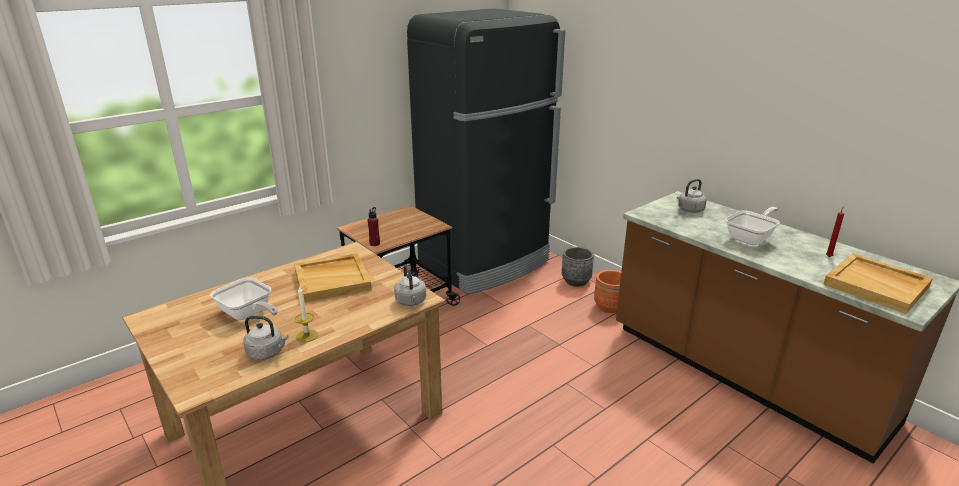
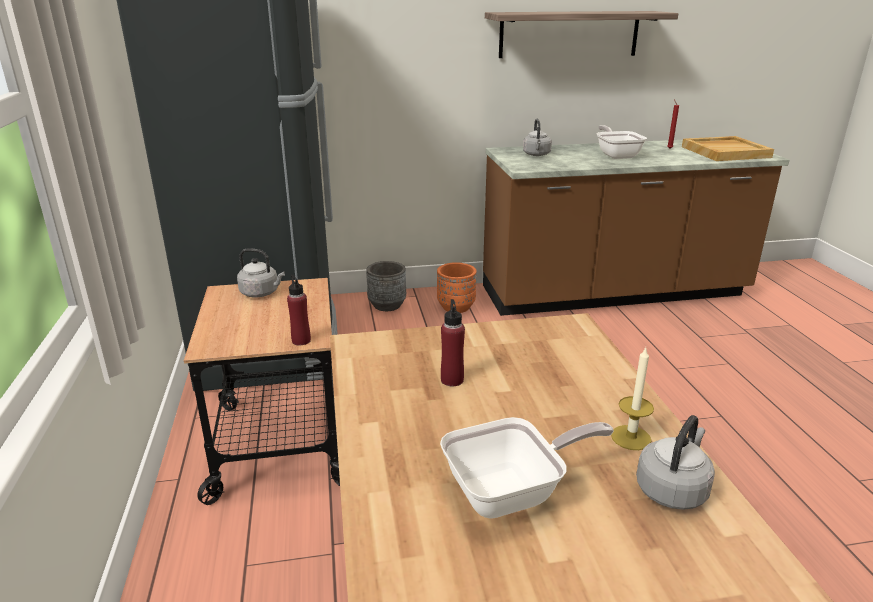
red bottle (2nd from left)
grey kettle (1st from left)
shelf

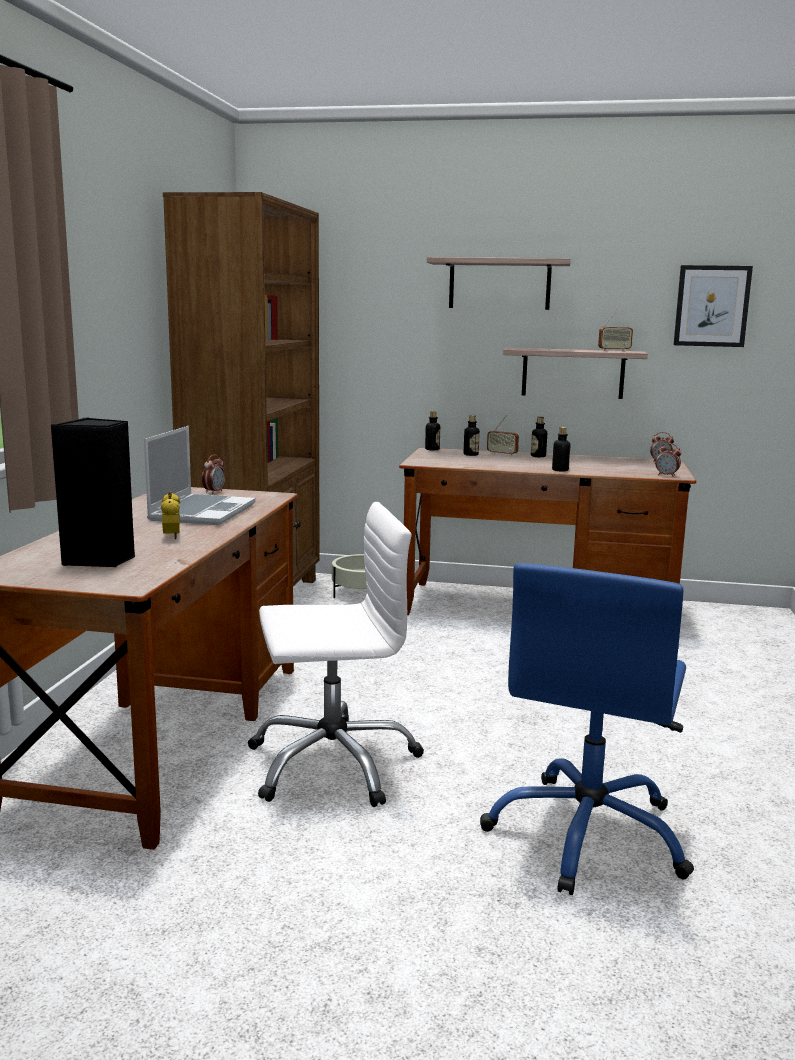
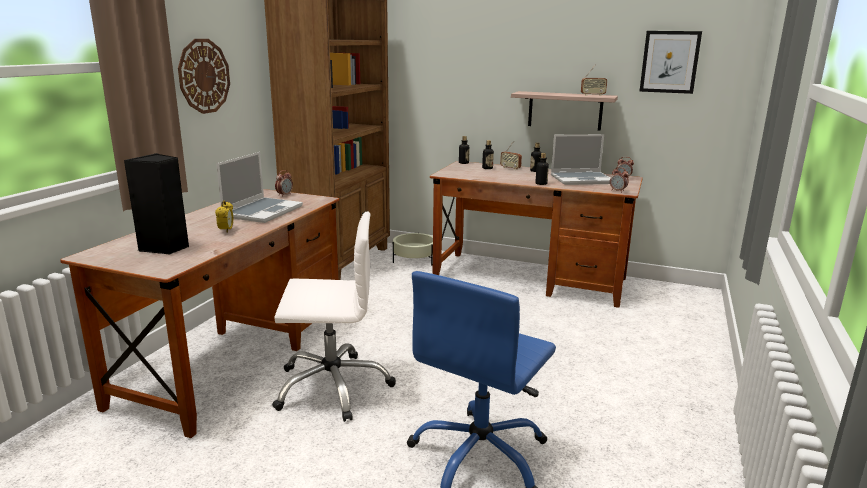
shelf (1st from left in the first image)
wall clock
laptop (2nd from left)

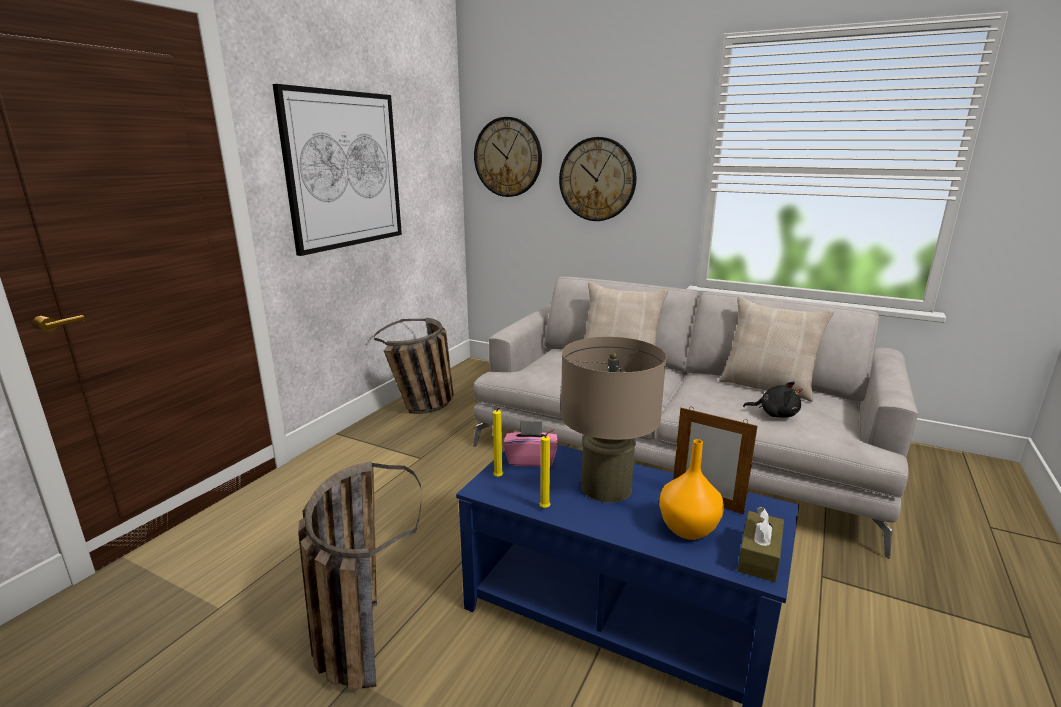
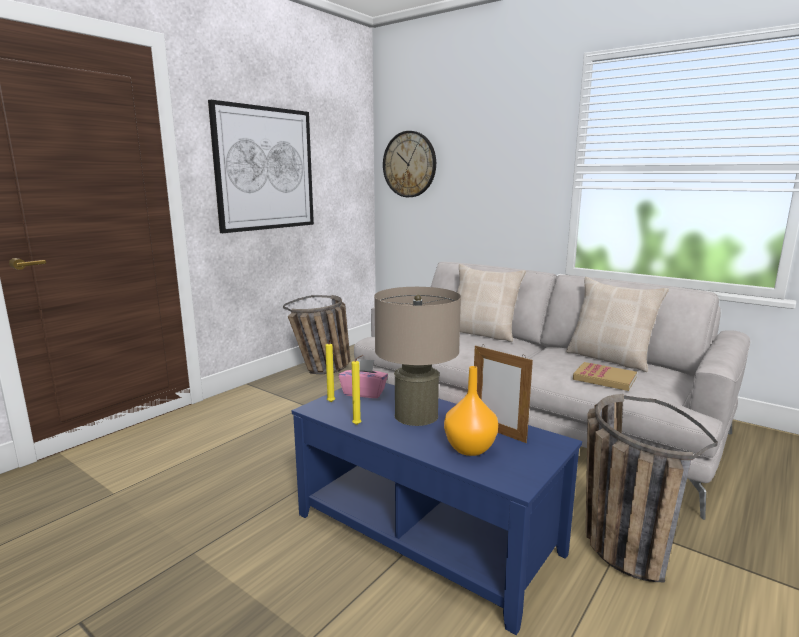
basket (2nd from left)
wall clock (2nd from left in the first image)
brown tissue box
book

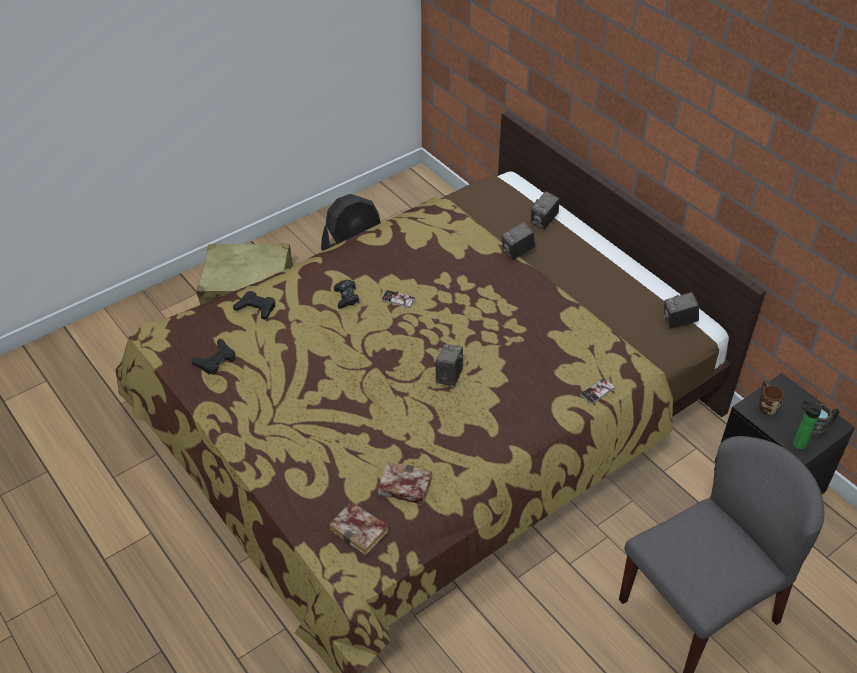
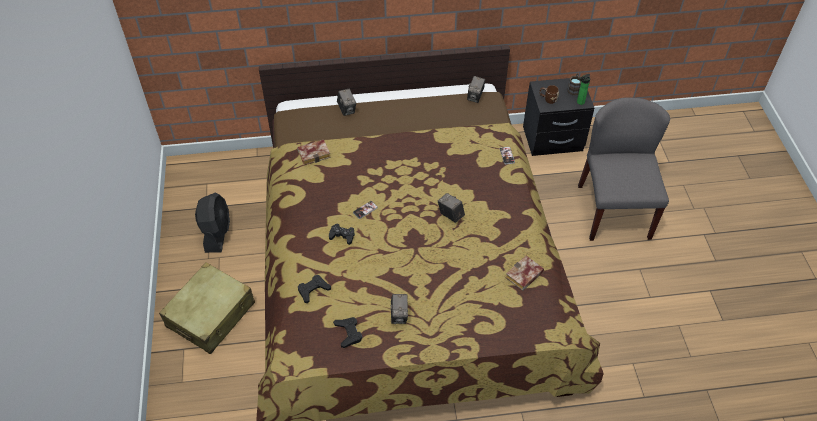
book (1st from left)
photo camera (2nd from left)

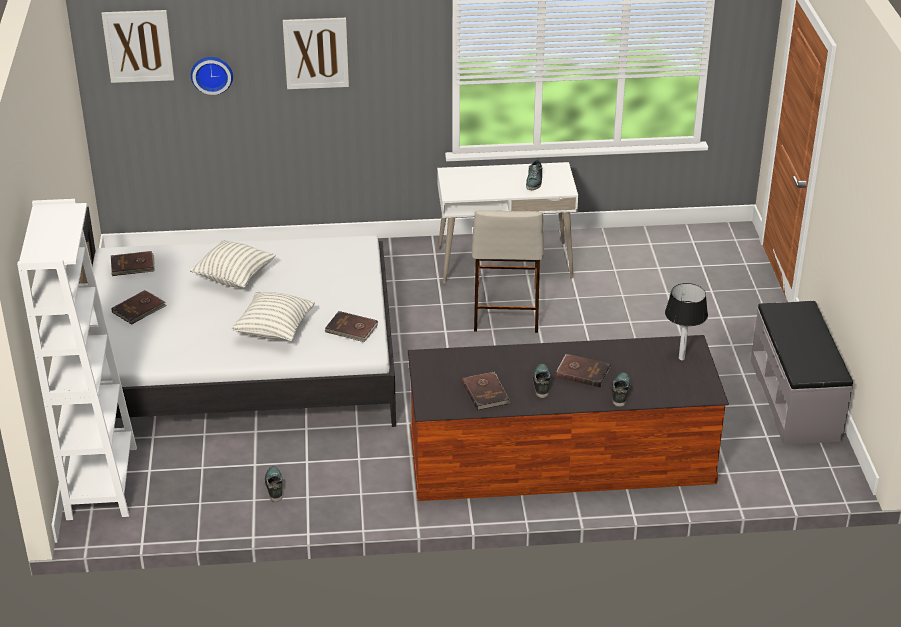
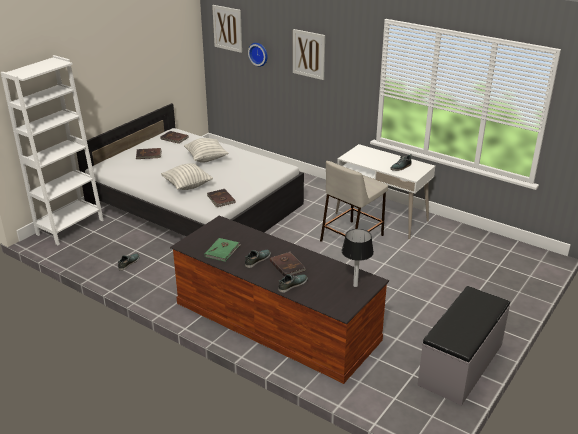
green book

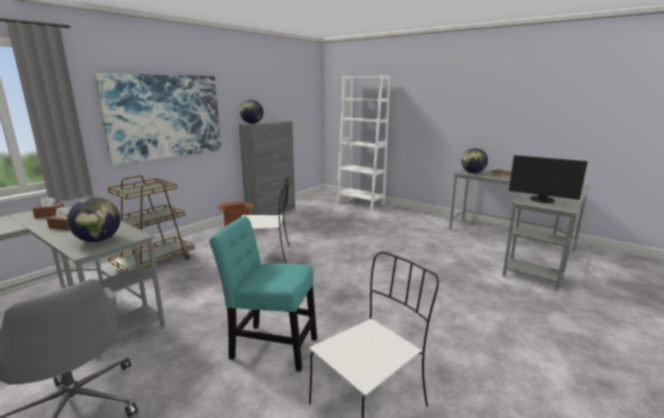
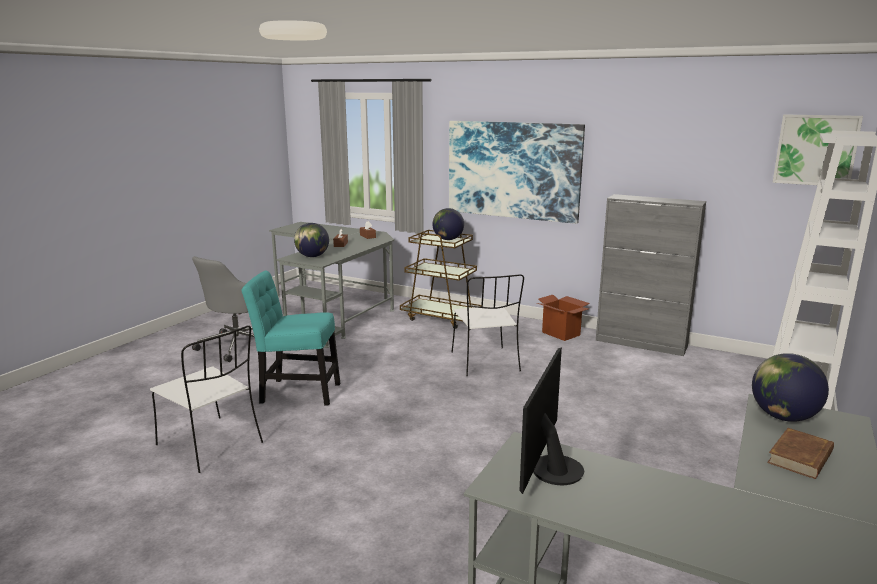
turquoise chair
globe (2nd from left)
picture (2nd from left)

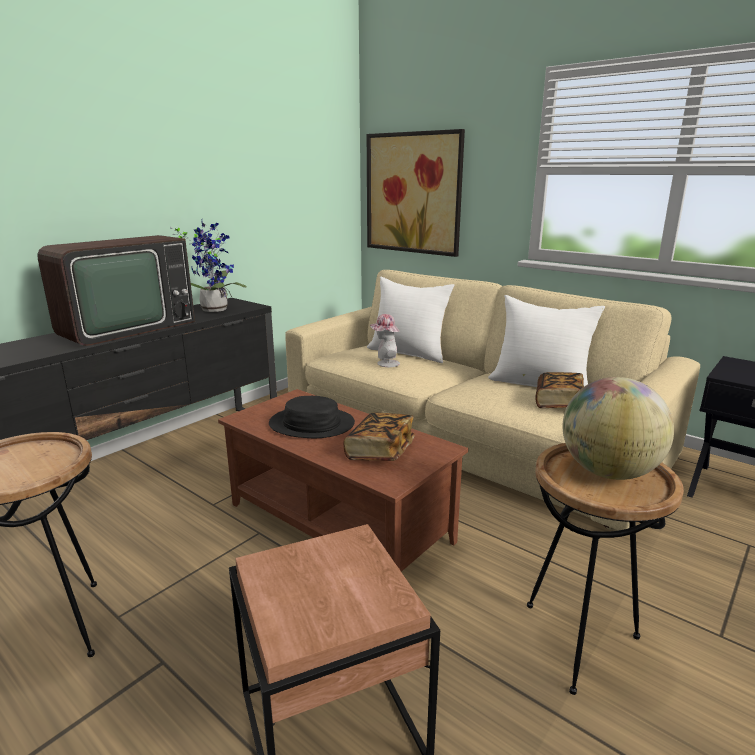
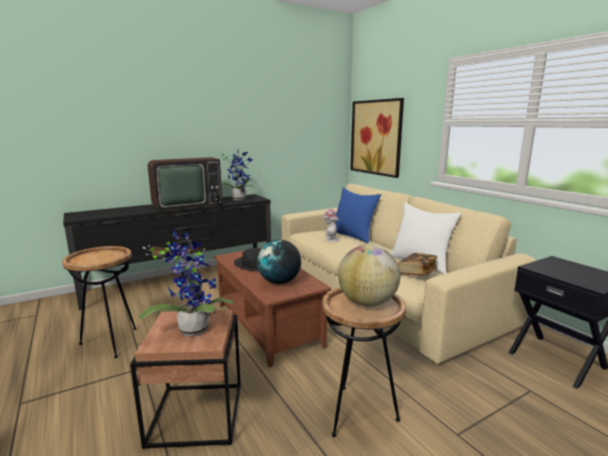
globe (1st from left)
blue pillow
potted plant (1st from left)

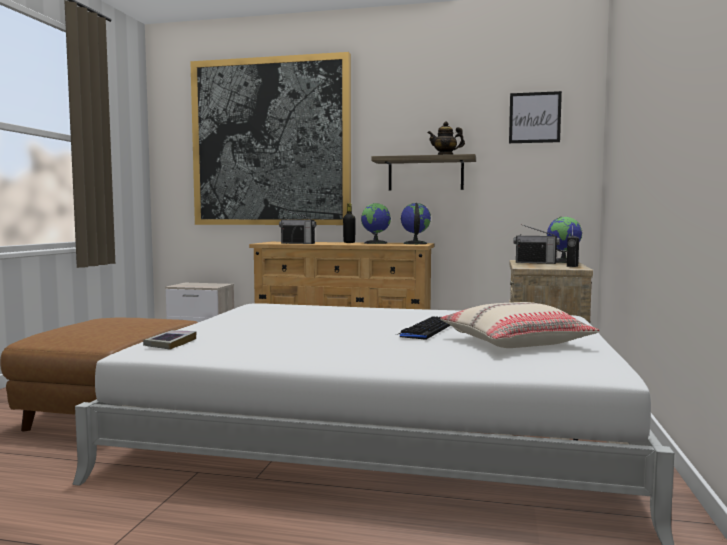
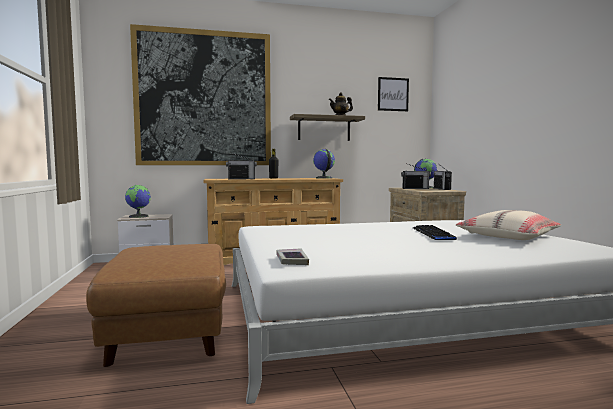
globe (1st from left)

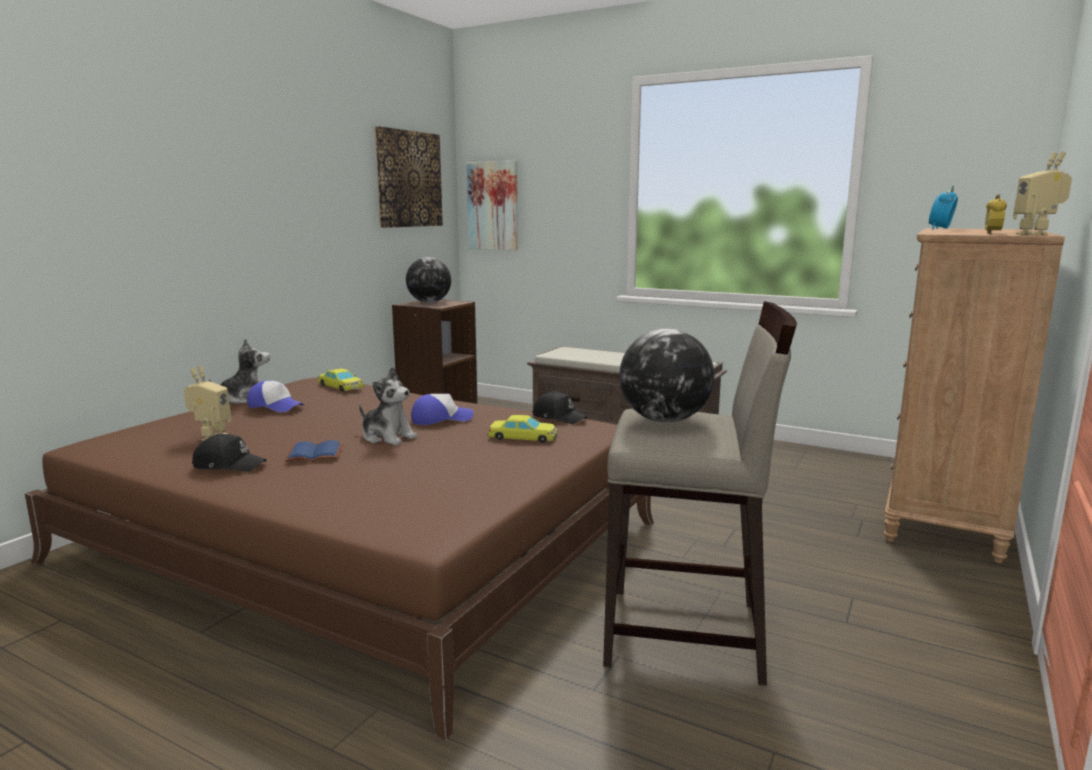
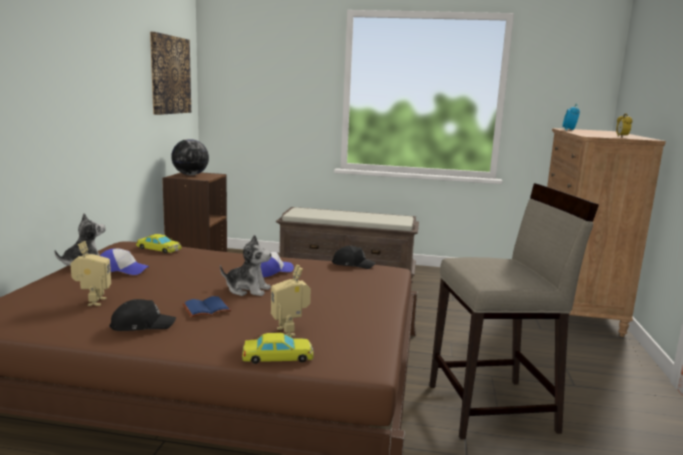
picture (2nd from left in the first image)
yellow toy car (2nd from left)
globe (2nd from left in the first image)
toy robot (2nd from left)

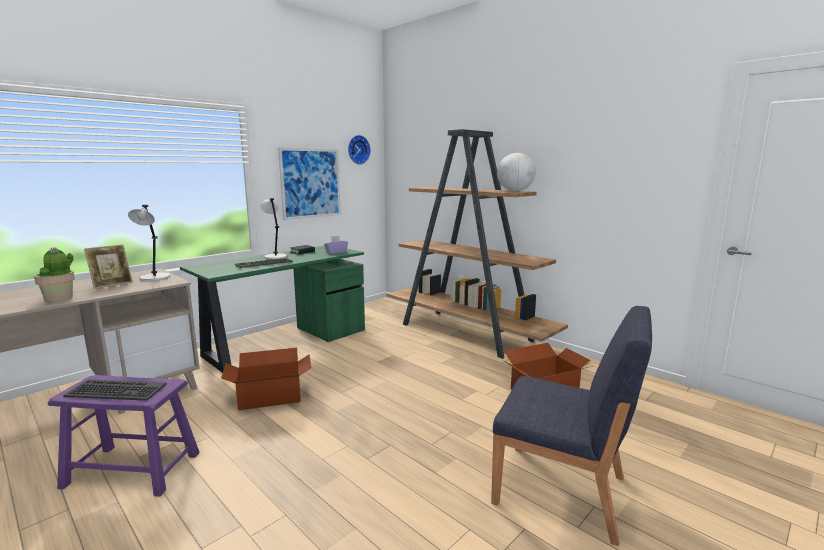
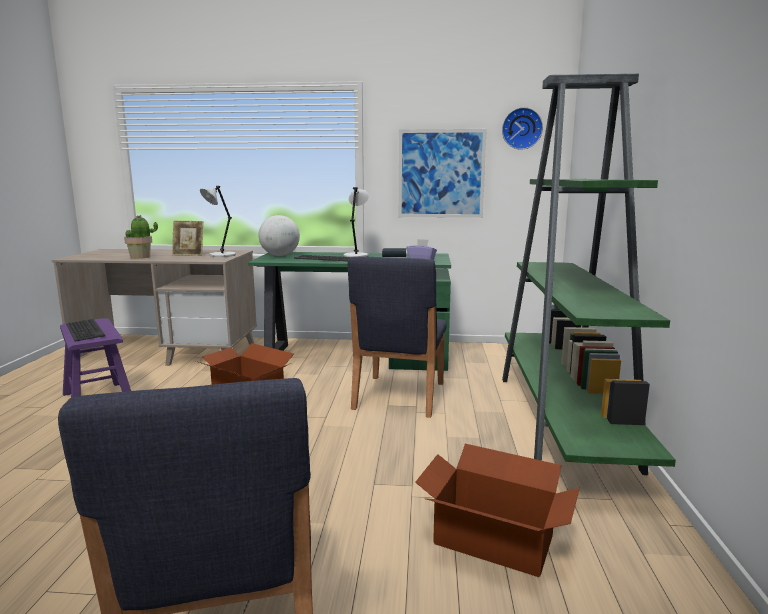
green bookcase
globe
blue chair (2nd from left)

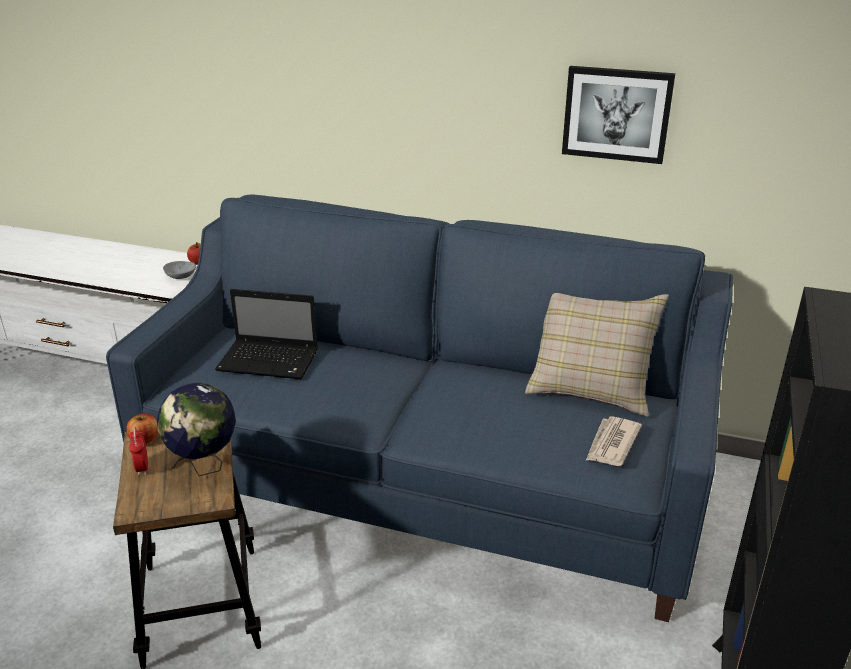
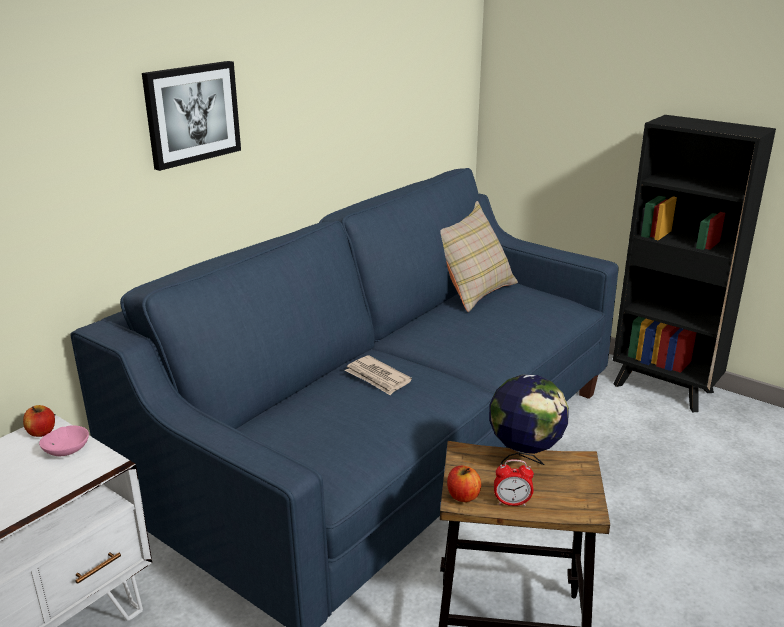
pink bowl
laptop
picture
newspaper

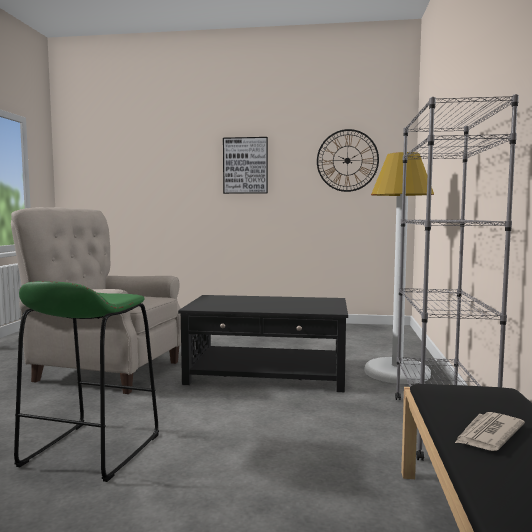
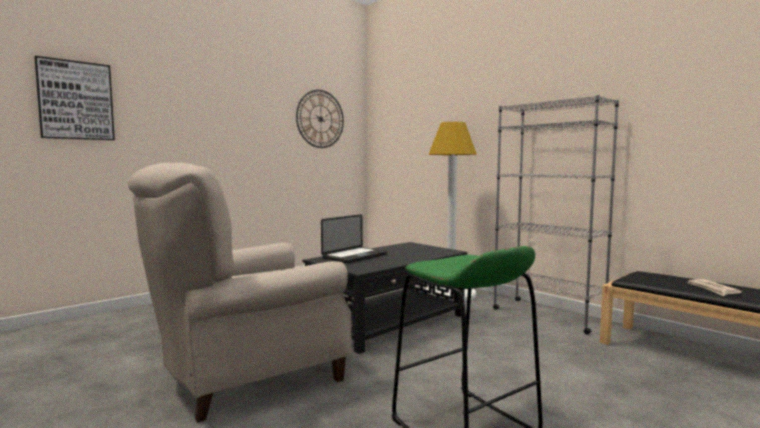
picture
laptop

